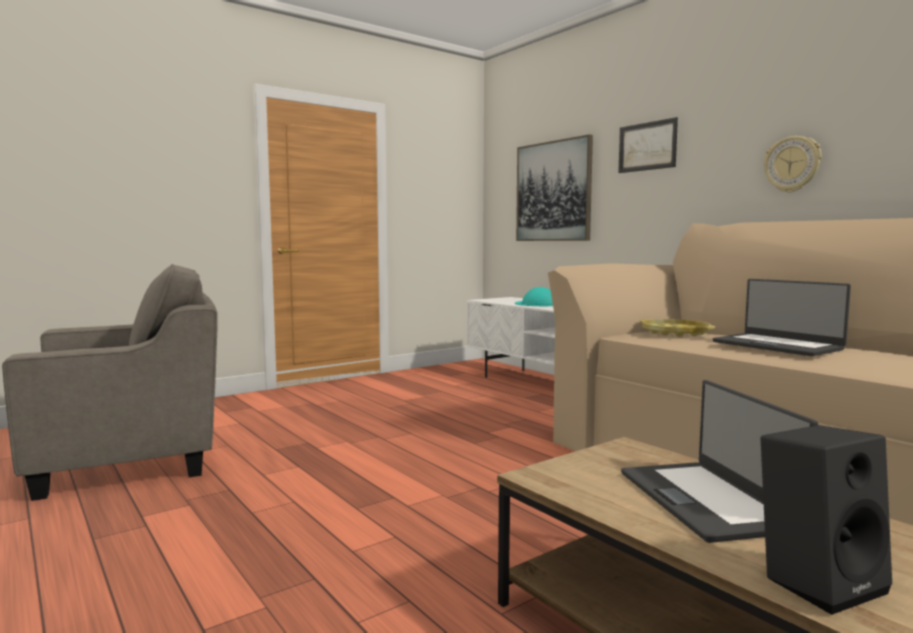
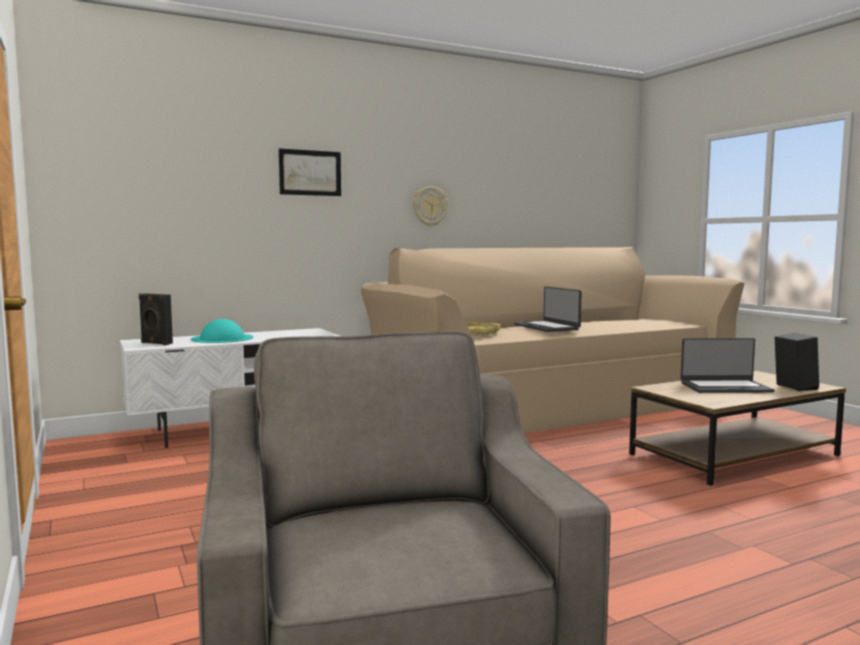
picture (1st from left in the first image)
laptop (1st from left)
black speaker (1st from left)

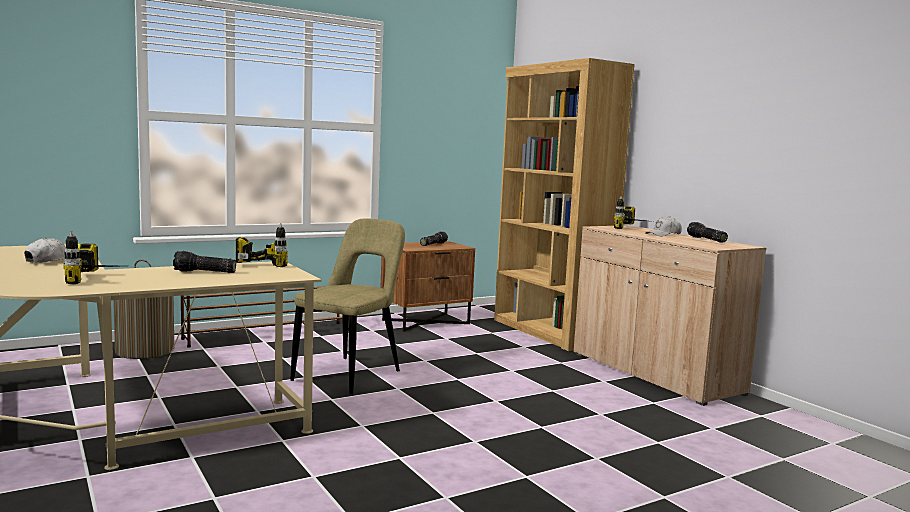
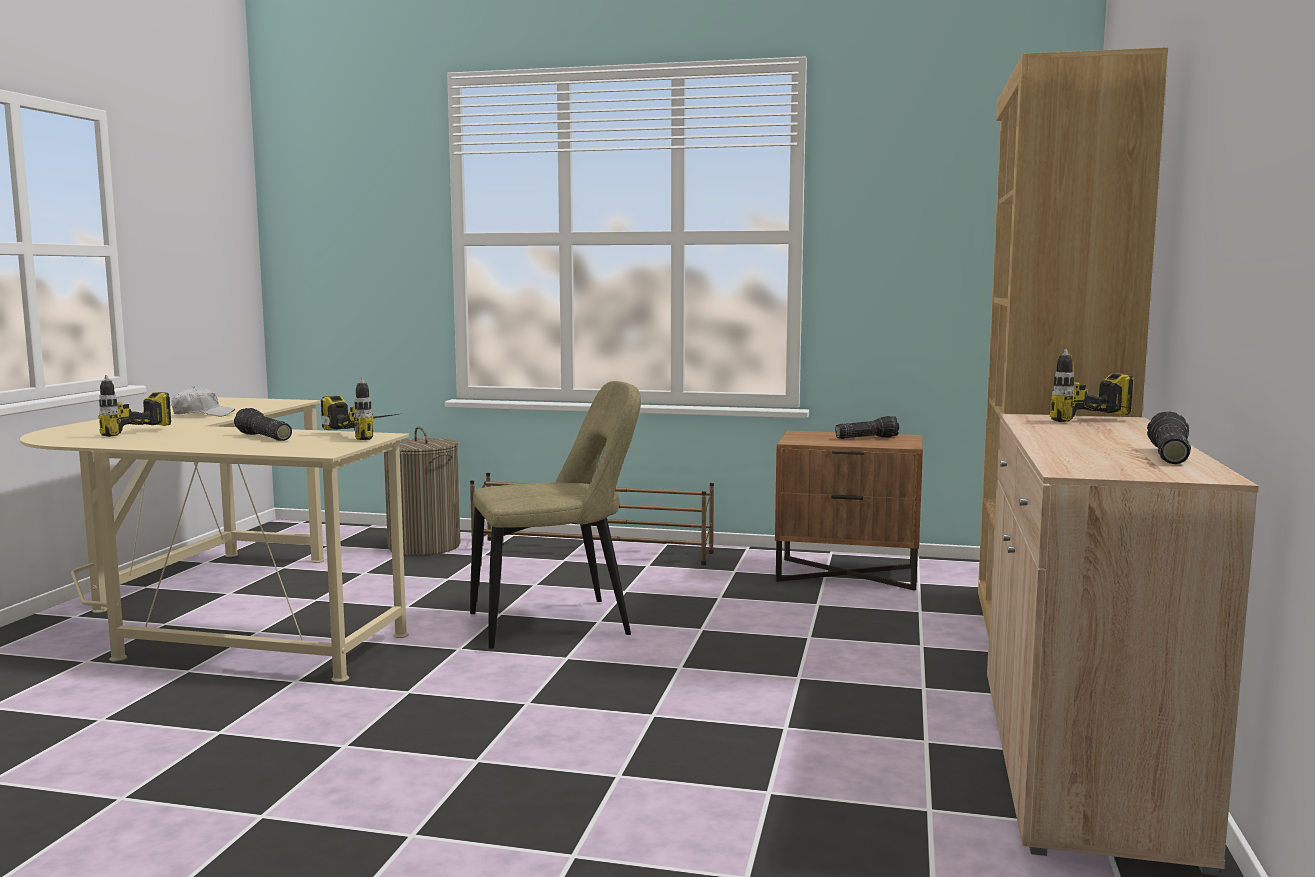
white cap (2nd from left in the first image)

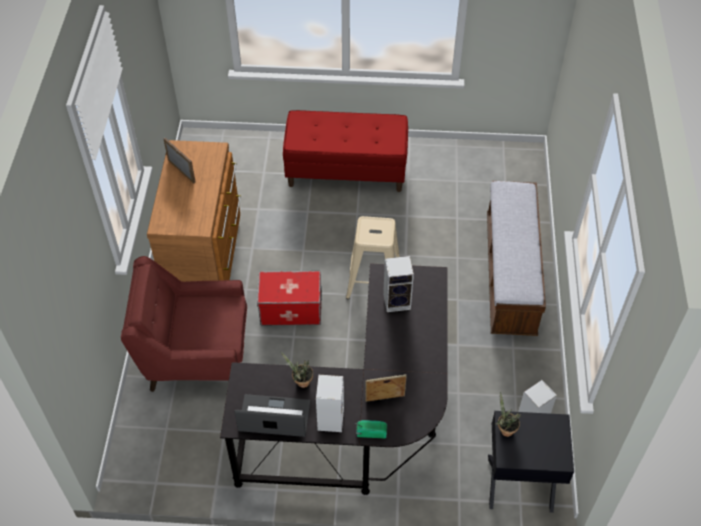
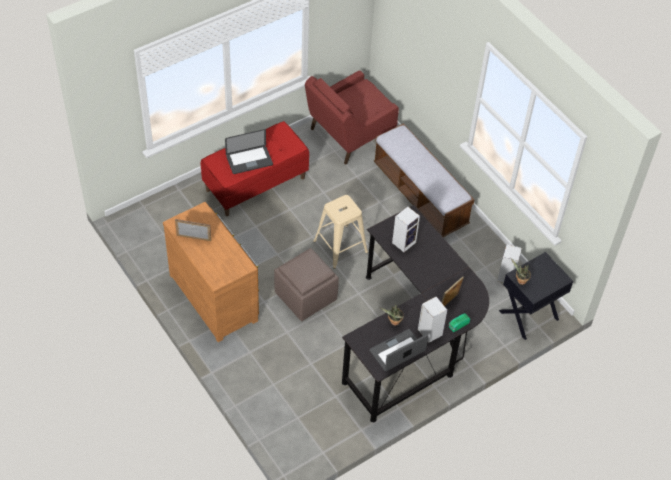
red armchair
brown ottoman
laptop (1st from left)

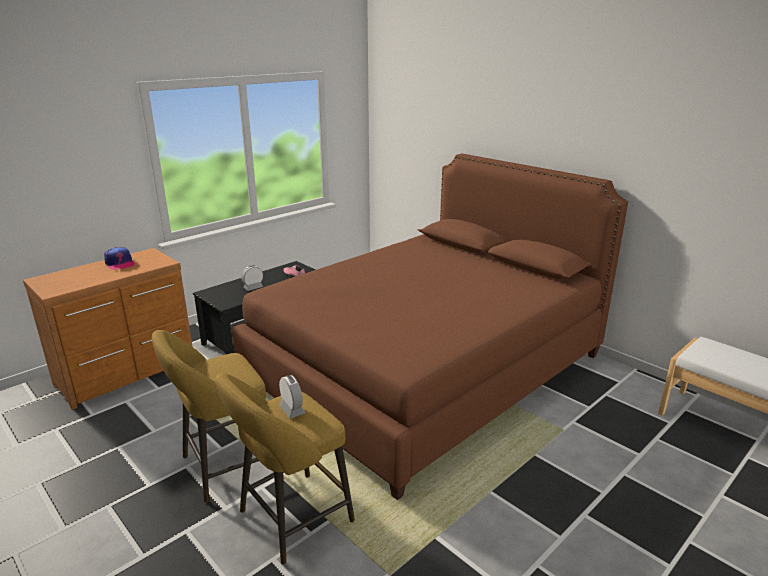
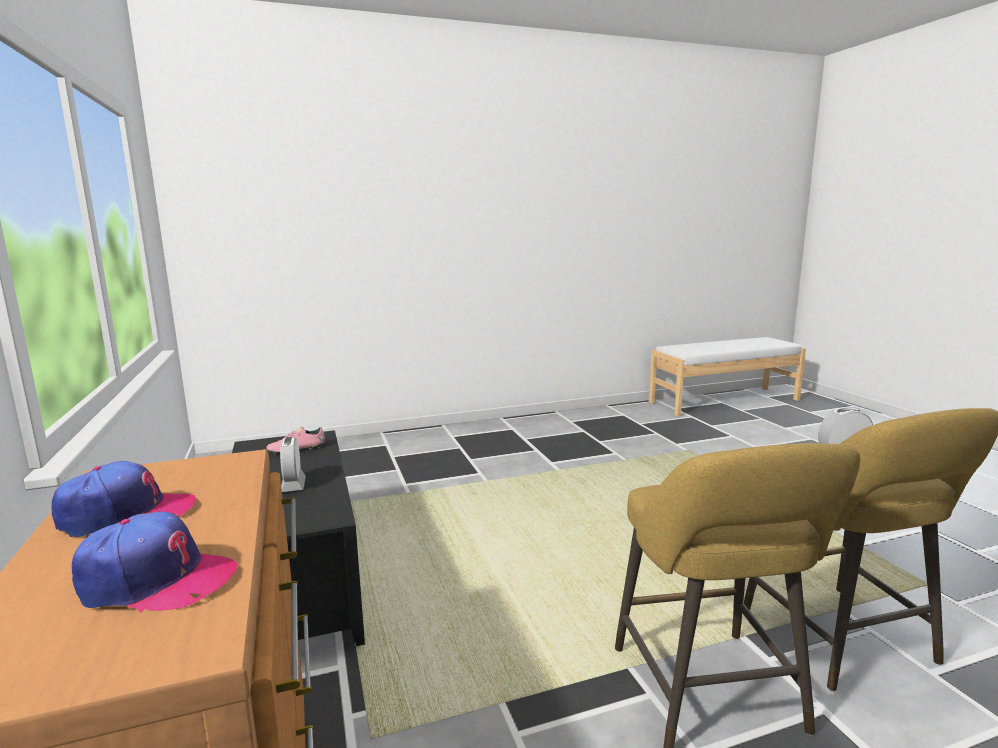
brown bed
cap (2nd from left)

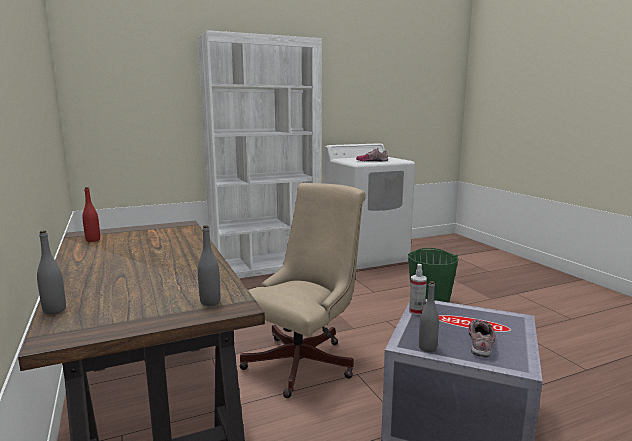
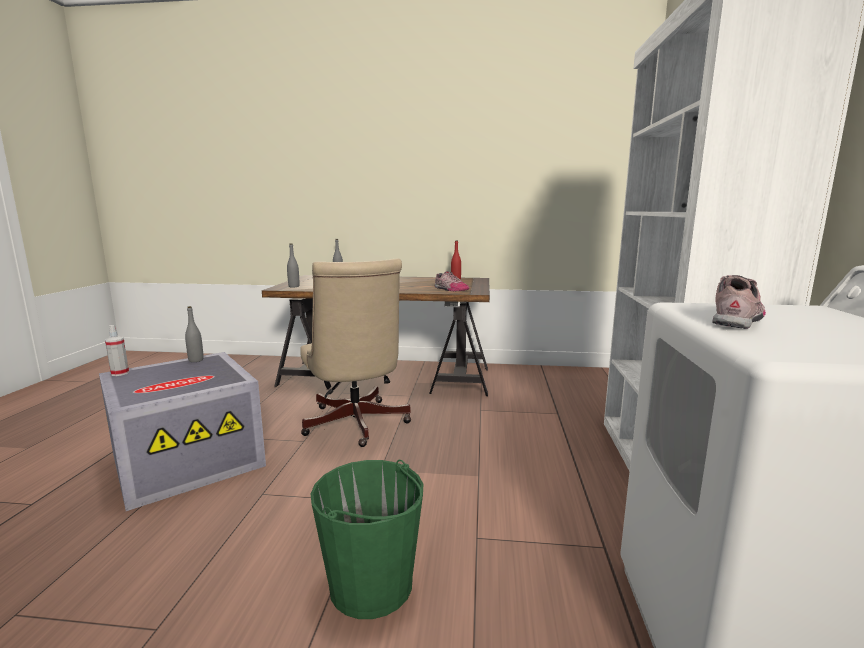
spray bottle
shoe (1st from left)

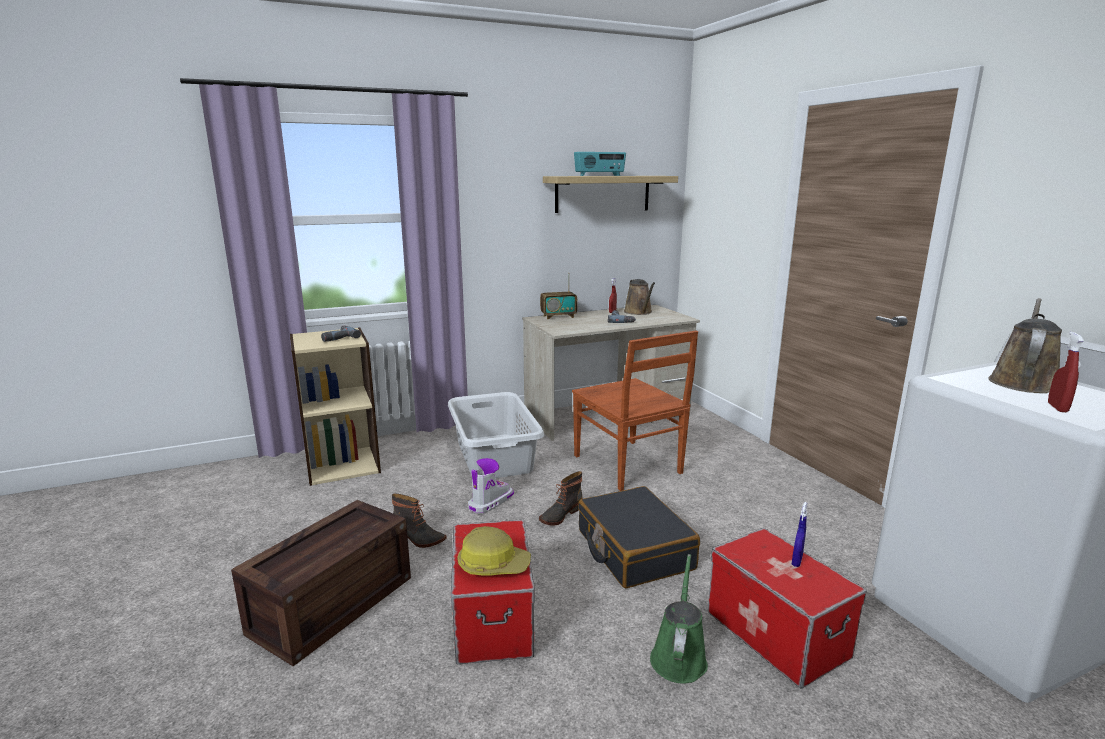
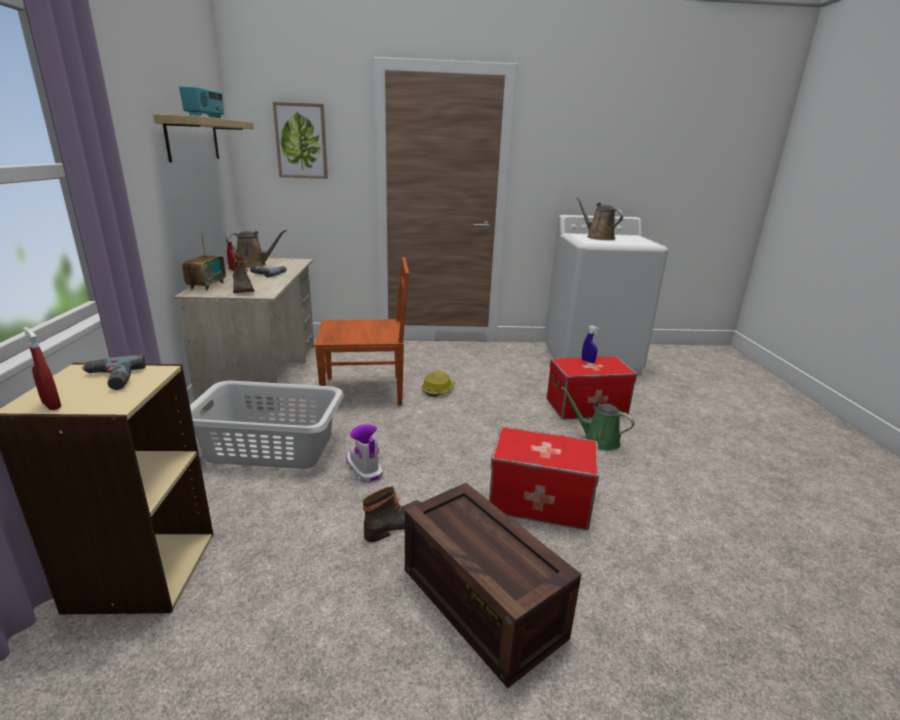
hard hat
boot (1st from left)
black suitcase
red spray bottle (1st from left)
picture

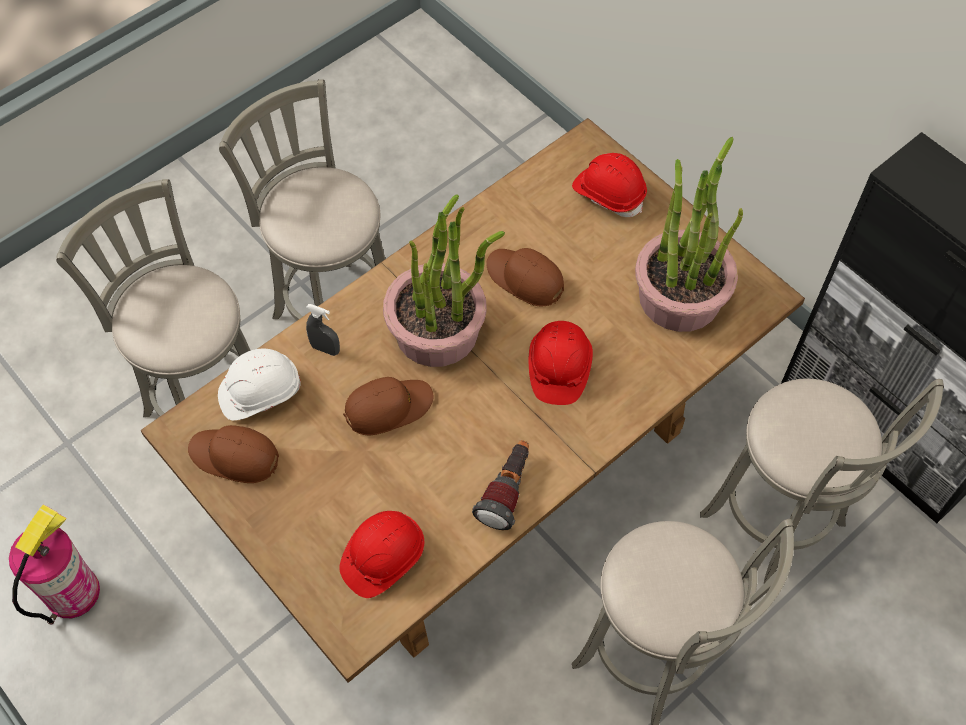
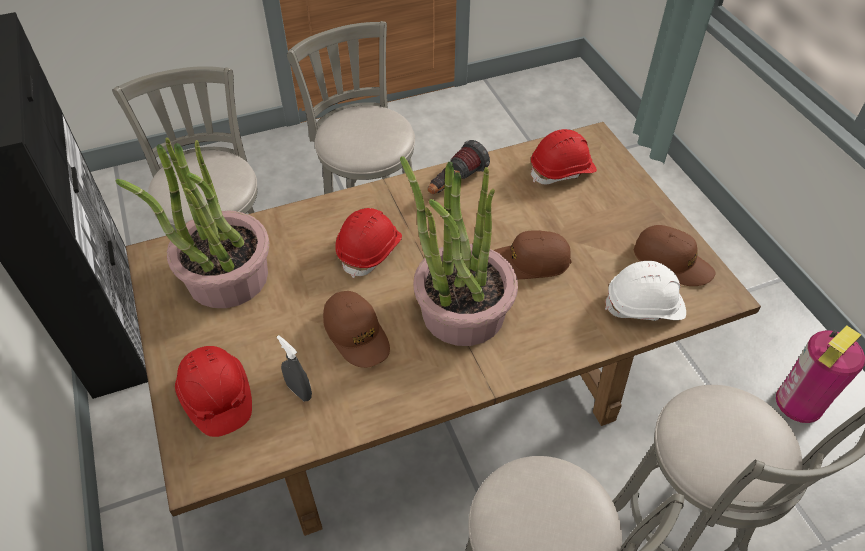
grey spray bottle

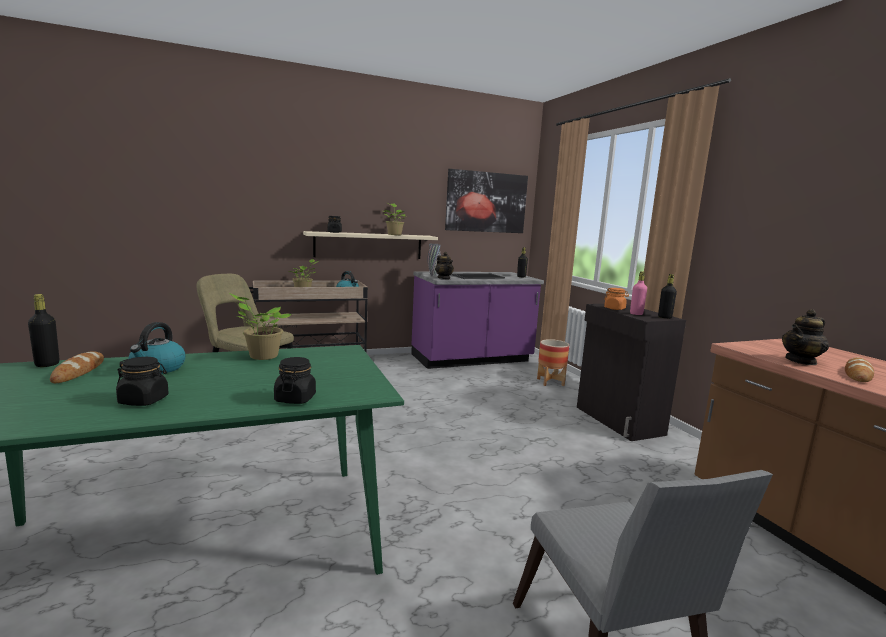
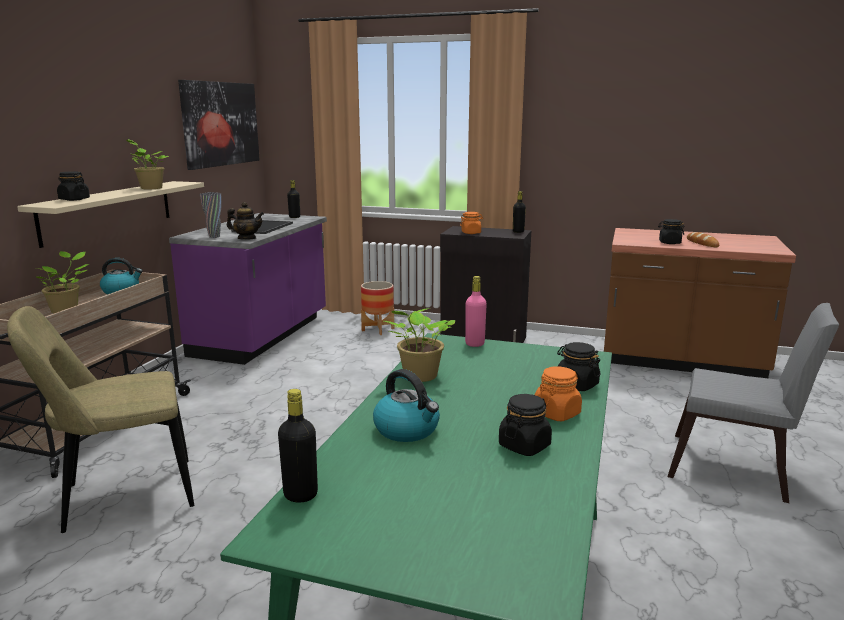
bread (1st from left in the first image)
pink bottle
black jar (4th from left)
orange jar (2nd from left)

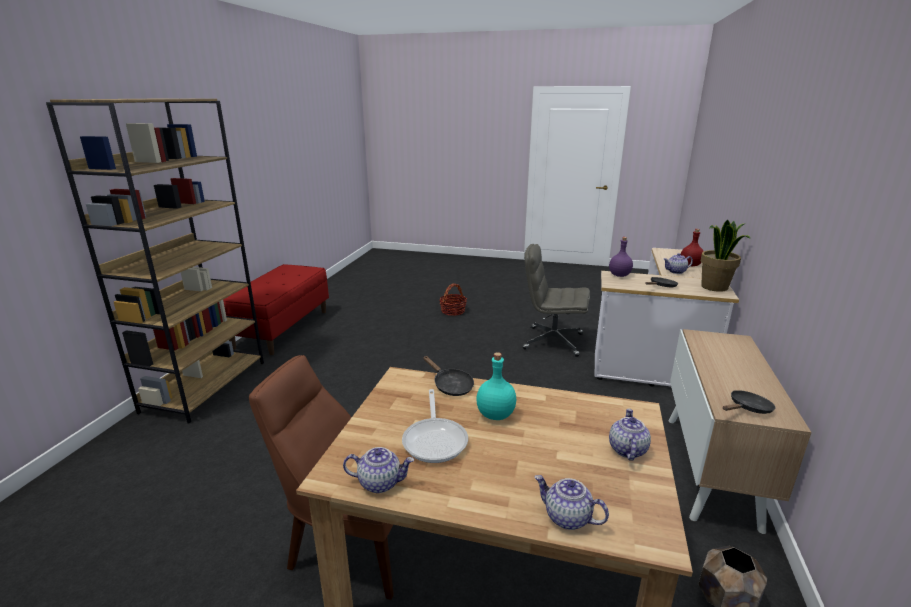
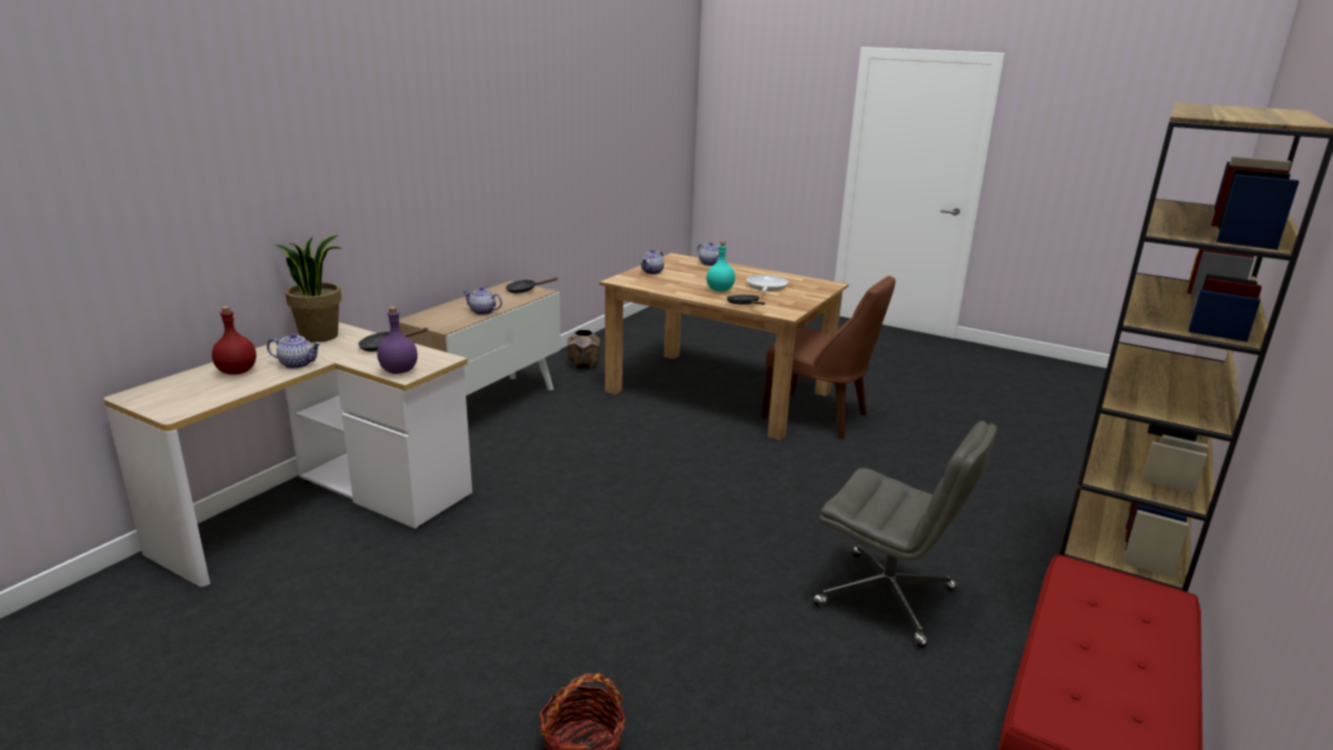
teapot (2nd from left)
grey office chair

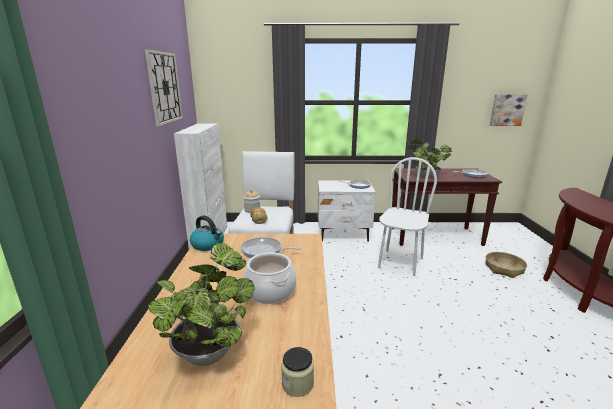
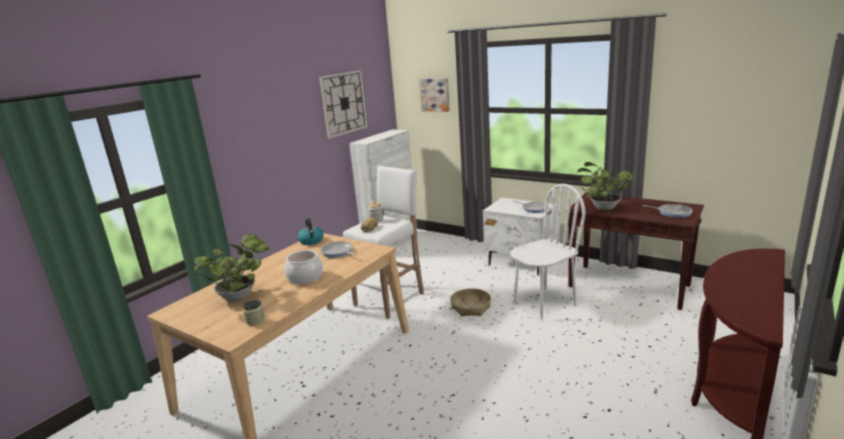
basket
picture

